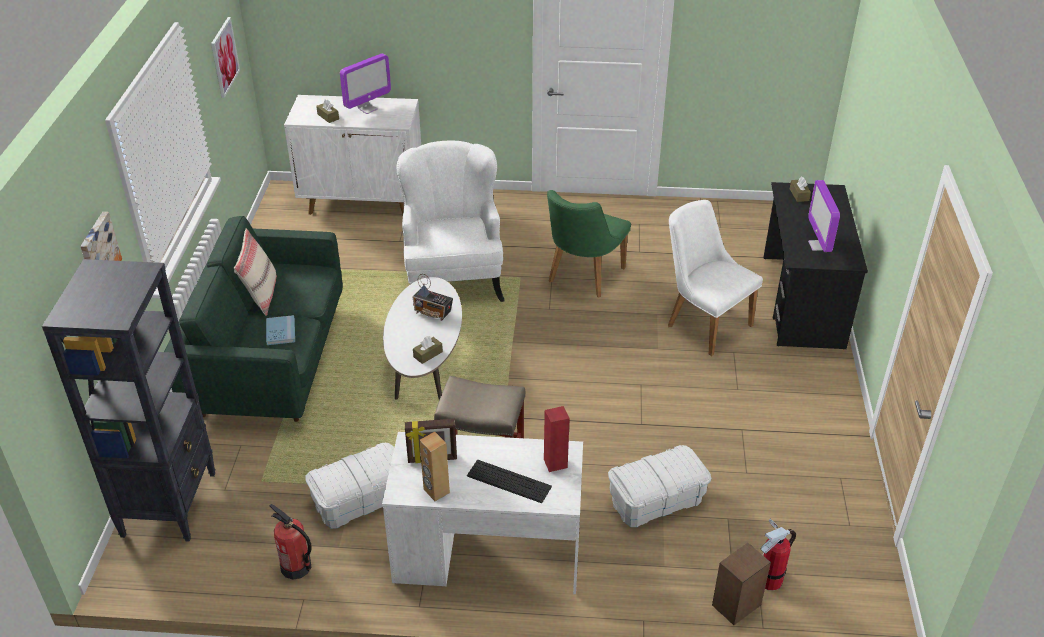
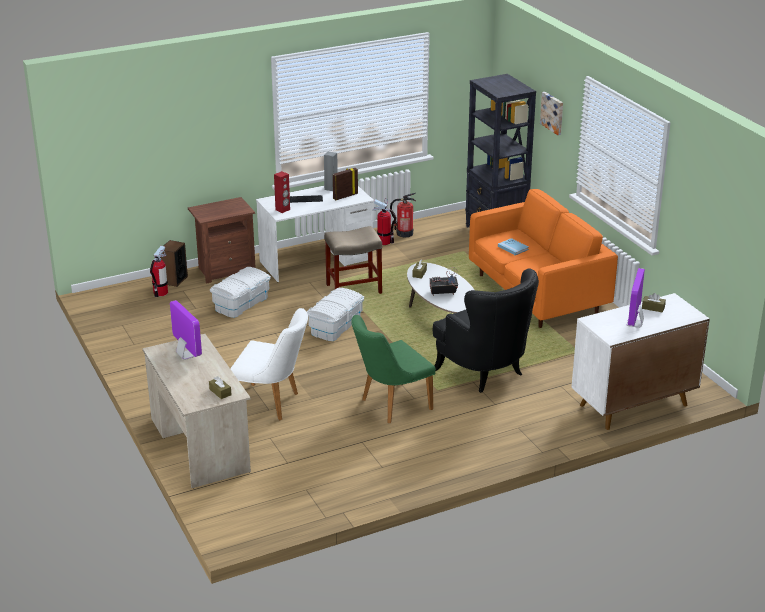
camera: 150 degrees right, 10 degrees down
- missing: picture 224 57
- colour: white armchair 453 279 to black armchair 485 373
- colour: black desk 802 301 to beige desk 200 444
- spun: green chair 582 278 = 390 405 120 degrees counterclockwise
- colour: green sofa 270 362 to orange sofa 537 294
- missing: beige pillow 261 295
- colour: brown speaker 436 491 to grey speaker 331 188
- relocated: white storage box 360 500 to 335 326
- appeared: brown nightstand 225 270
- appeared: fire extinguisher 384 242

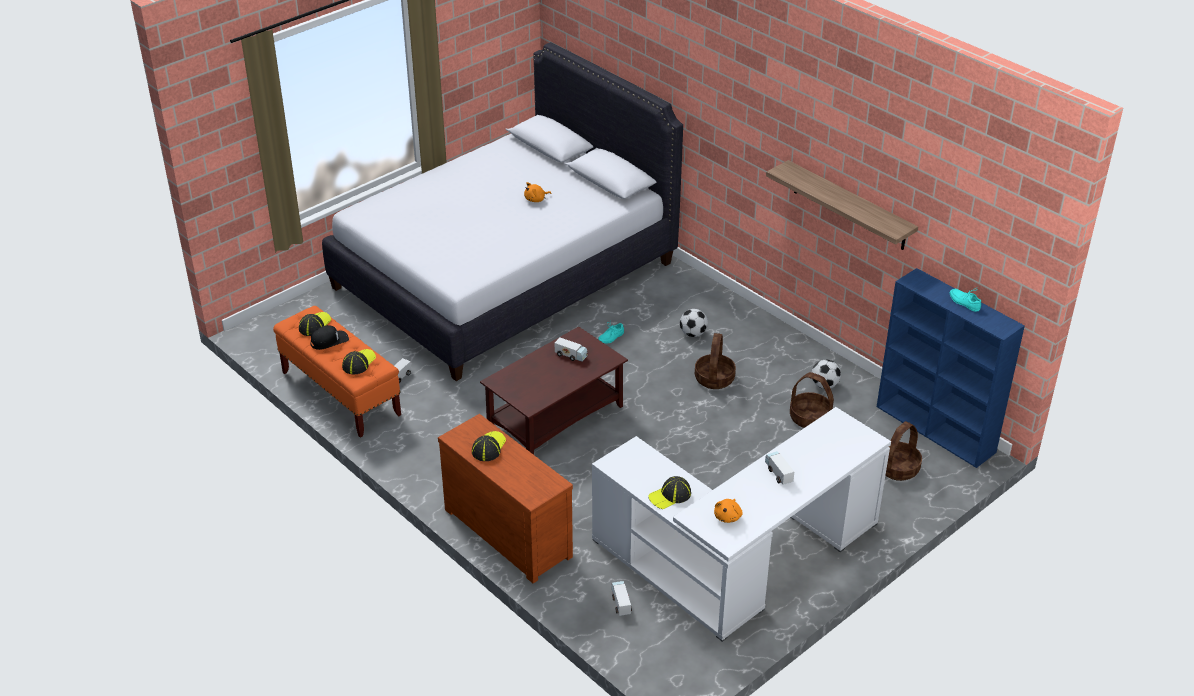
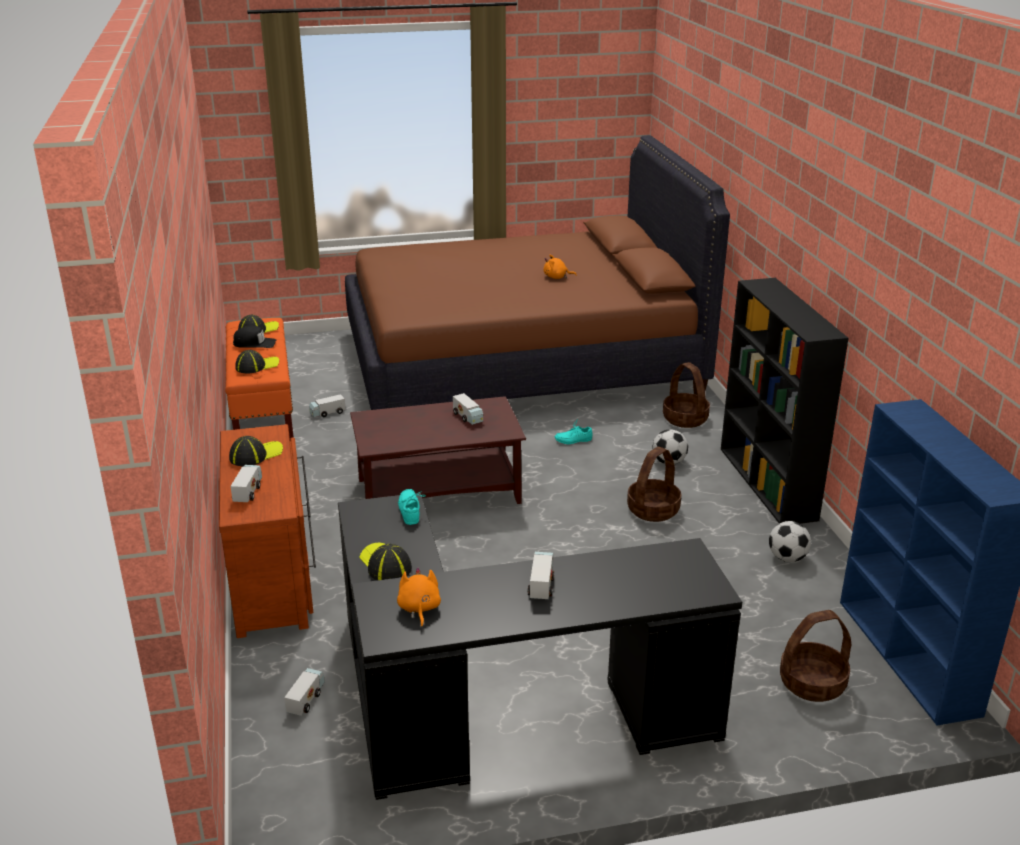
camera: 30 degrees right, 10 degrees down
- colour: white bed 504 274 to brown bed 520 363
- missing: shelf 849 206
- relocated: turquoise shoe 965 302 to 411 511
- relocated: basket 810 418 to 685 419
- colour: white desk 738 559 to black desk 495 708
- spun: cap 670 496 = 385 564 60 degrees clockwise
- spun: orange plush toy 728 516 = 419 609 120 degrees clockwise
- appeared: black bookcase 768 484
- appeared: toy truck 248 491

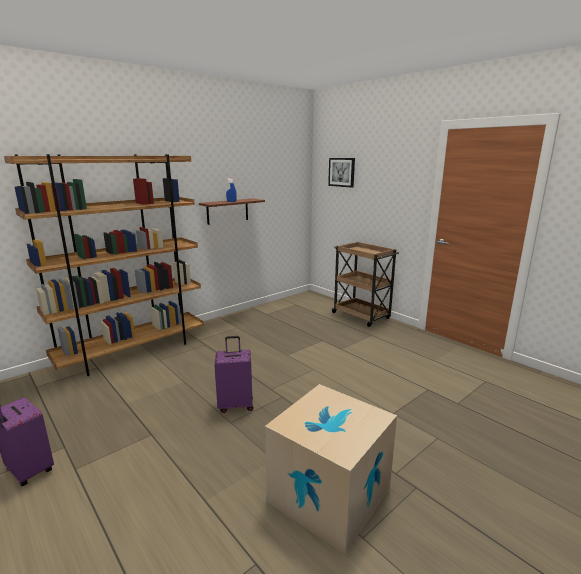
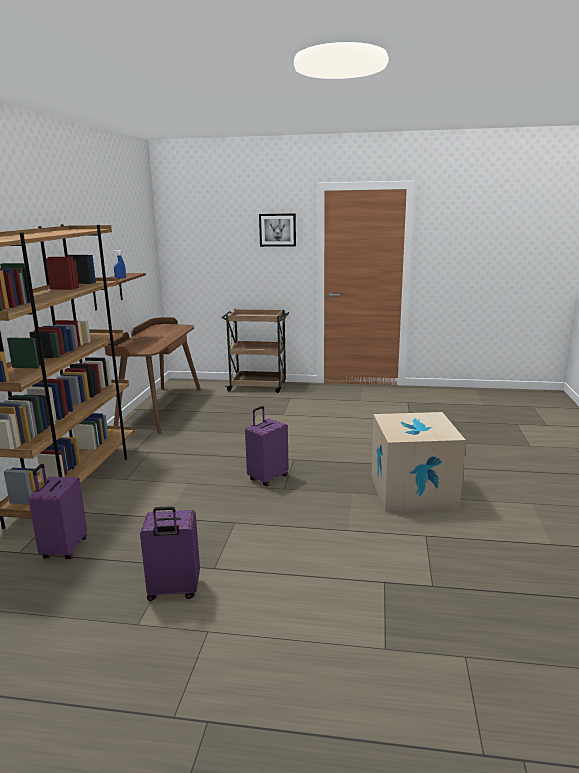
camera: 40 degrees left, 0 degrees up
- relocated: picture 342 172 to 277 230
- appeared: brown desk 159 408
- appeared: purple suitcase 63 549

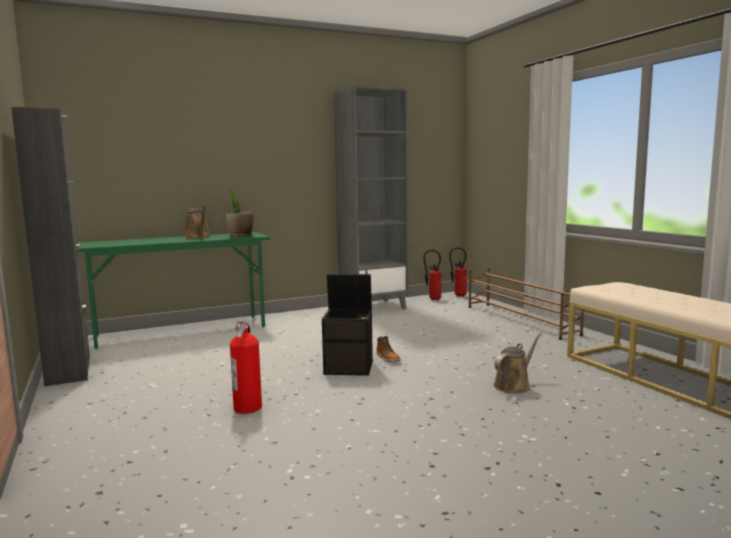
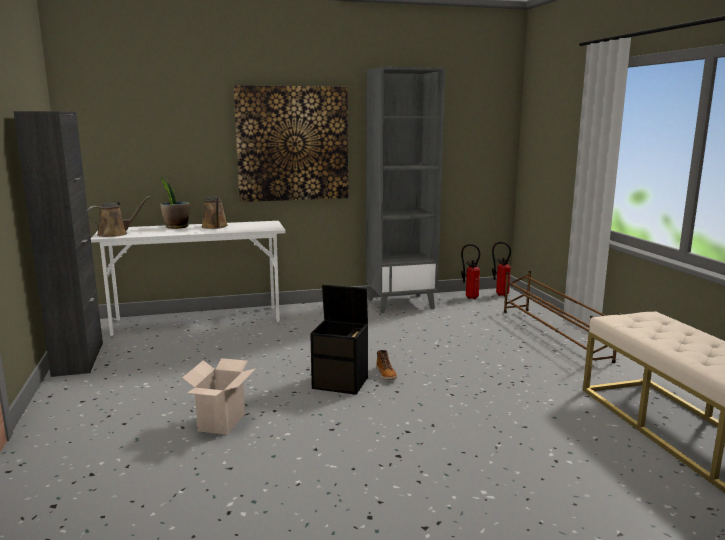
camera: 10 degrees right, 5 degrees up
- relocated: potted plant 240 236 to 176 227
- colour: green desk 182 331 to white desk 198 320
- exchanged: fire extinguisher 248 408 to cardboard box 222 423
- relocated: brown watering can 514 385 to 115 234
- appeared: picture 293 144

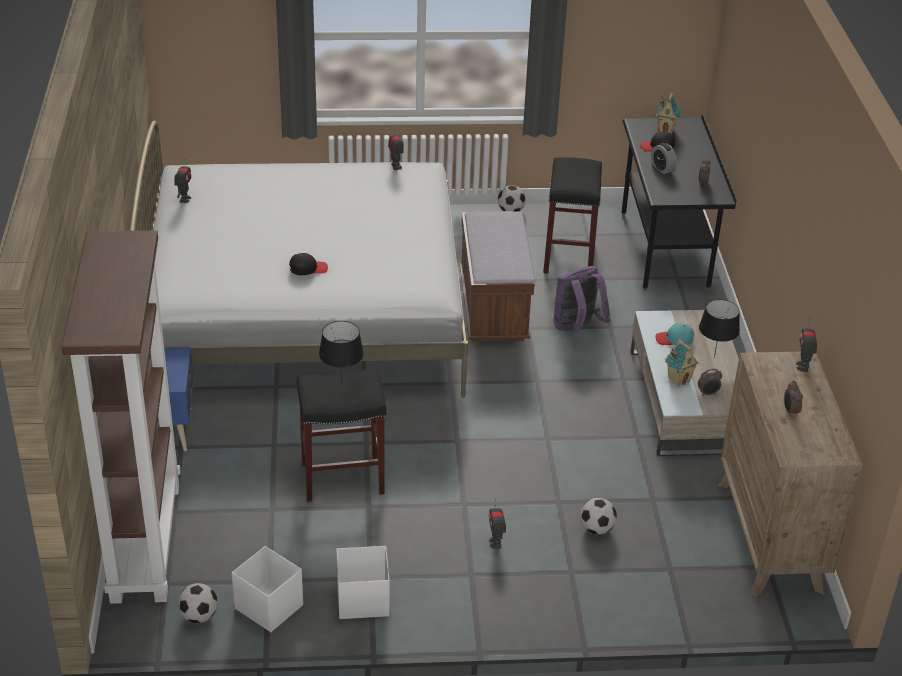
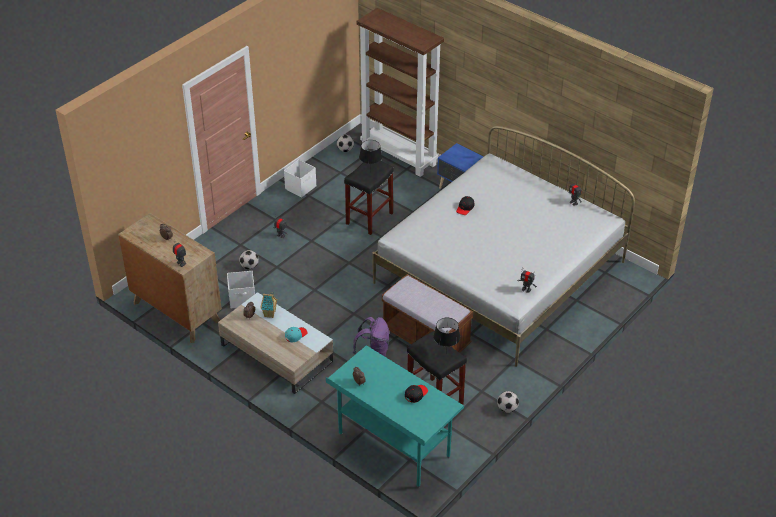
camera: 135 degrees right, 5 degrees up
- missing: toy house 666 131
- colour: black desk 665 251 to turquoise desk 393 446
- missing: alarm clock 662 168
- relocated: black table lamp 714 358 to 445 353
- relocated: white storage box 268 606 to 243 299

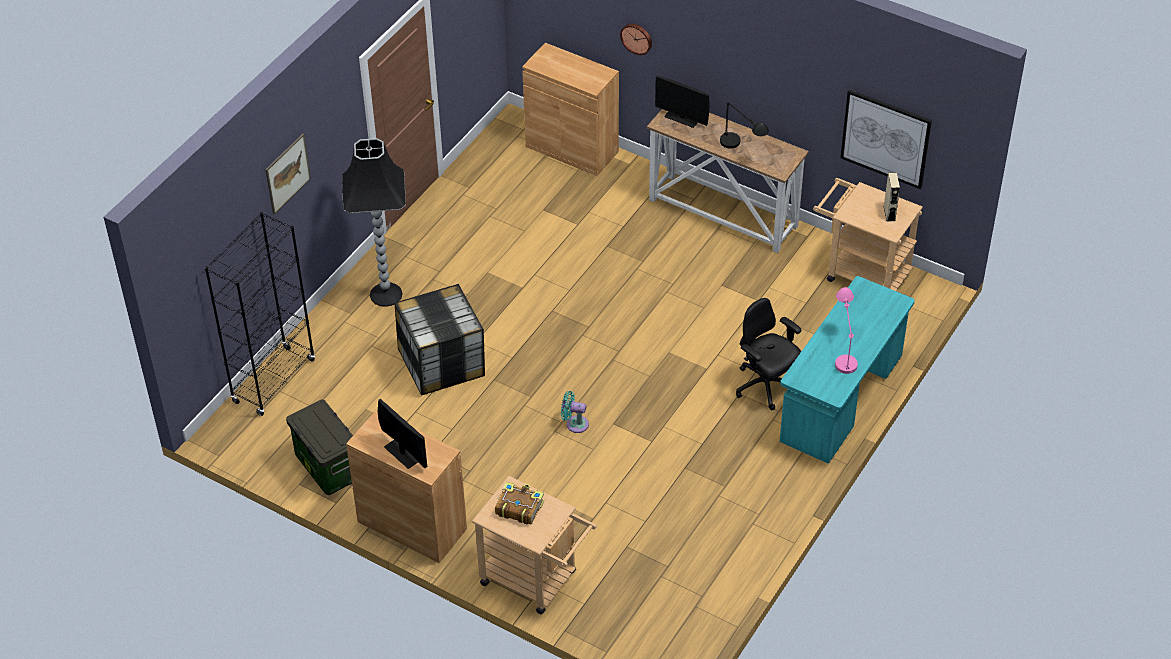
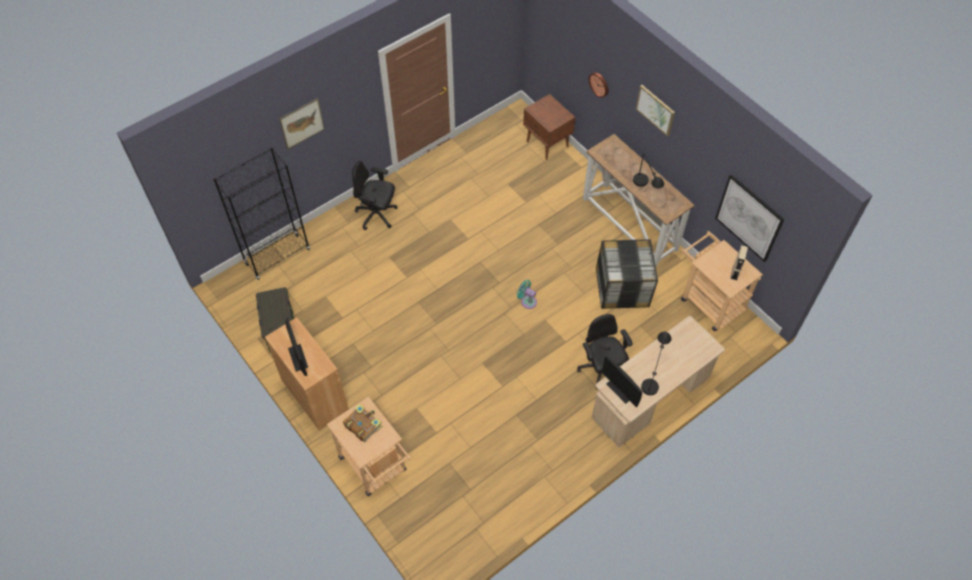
camera: 20 degrees right, 10 degrees up
- exchanged: brown cabinet 572 149 to brown nightstand 547 144
- relocated: monitor 682 118 to 620 390
- exchanged: black floor lamp 385 294 to black office chair 377 215
- colour: turquoise desk 841 400 to beige desk 651 398
- relocated: storage box 442 363 to 622 288
- colour: pink table lamp 843 350 to black table lamp 653 374
- relocated: turquoise fan 575 424 to 527 301
- appeared: picture 655 110

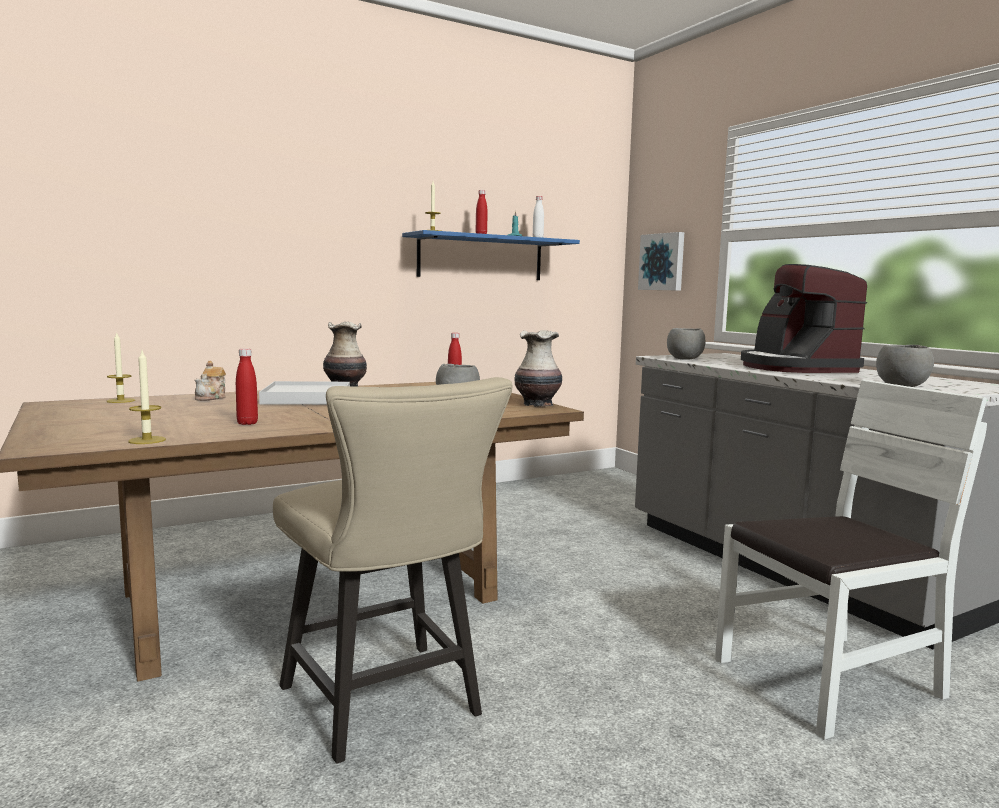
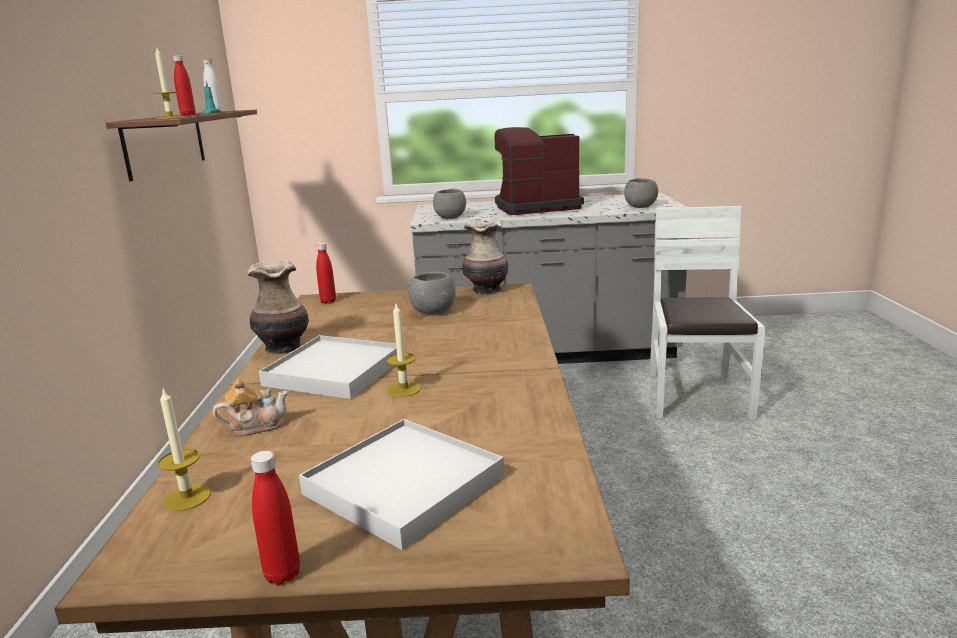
camera: 60 degrees left, 10 degrees up
- colour: blue shelf 481 258 to brown shelf 165 143
- missing: picture 662 262
- spun: coffee machine 794 368 = 535 207 150 degrees clockwise
- relocated: red bottle 247 423 to 282 574
- relocated: candle 147 440 to 404 389
- spun: teapot 211 398 = 255 426 60 degrees counterclockwise
- missing: beige chair 388 707
- appeared: white tray 404 485

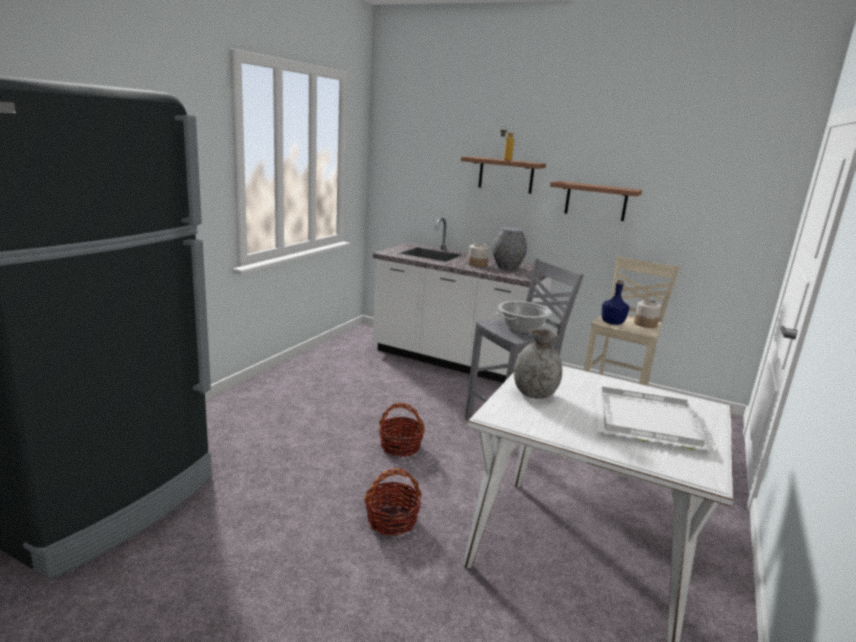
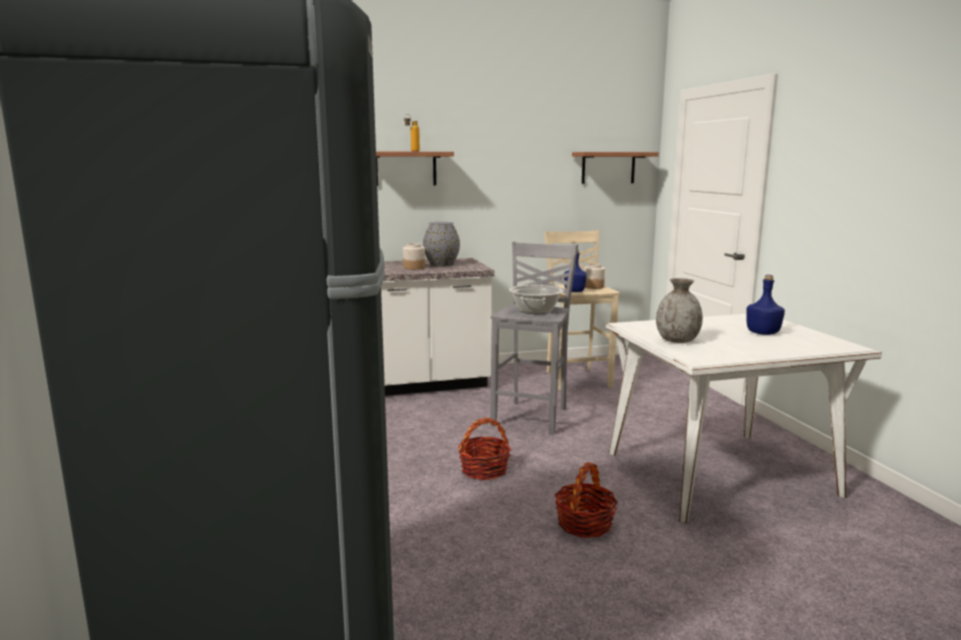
camera: 40 degrees left, 5 degrees down
- relocated: shelf 596 201 to 608 167
- exchanged: white tray 649 422 to blue bottle 763 333

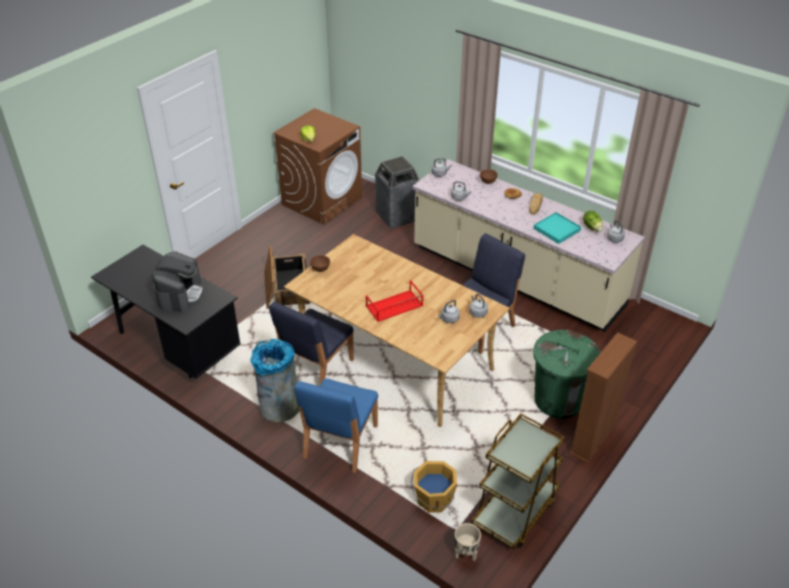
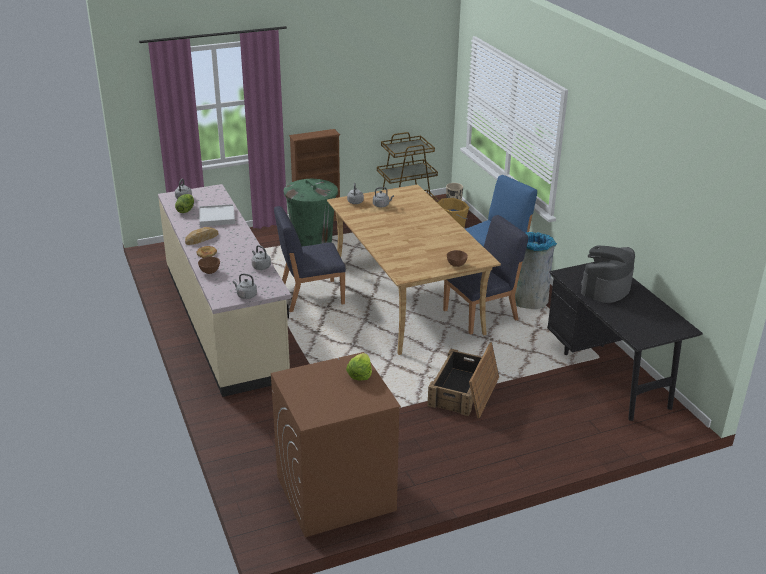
camera: 150 degrees left, 10 degrees down
- missing: trash can 397 216
- colour: turquoise tray 556 230 to white tray 217 217
- missing: red tray 394 306

